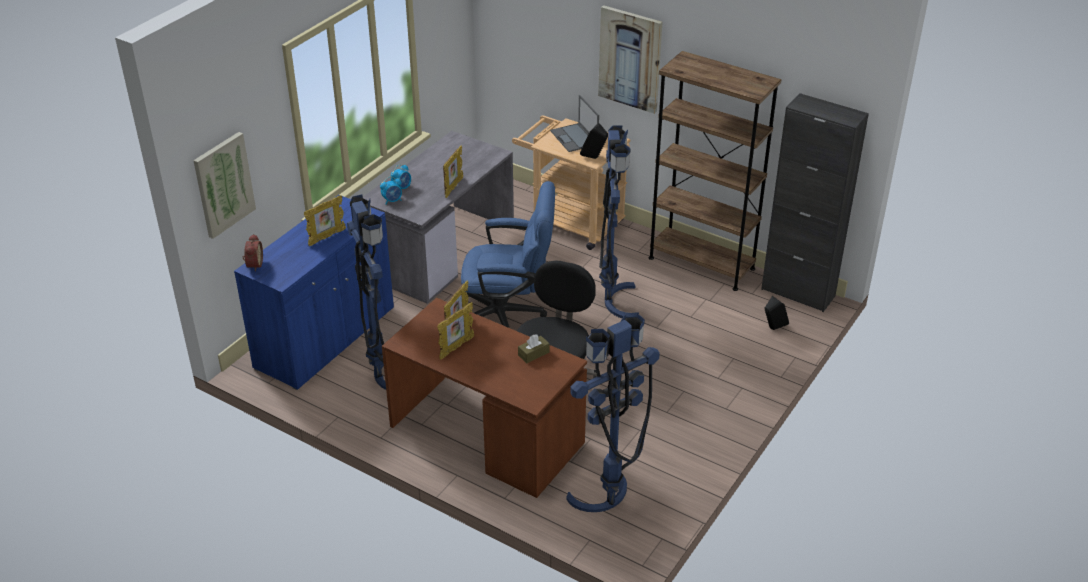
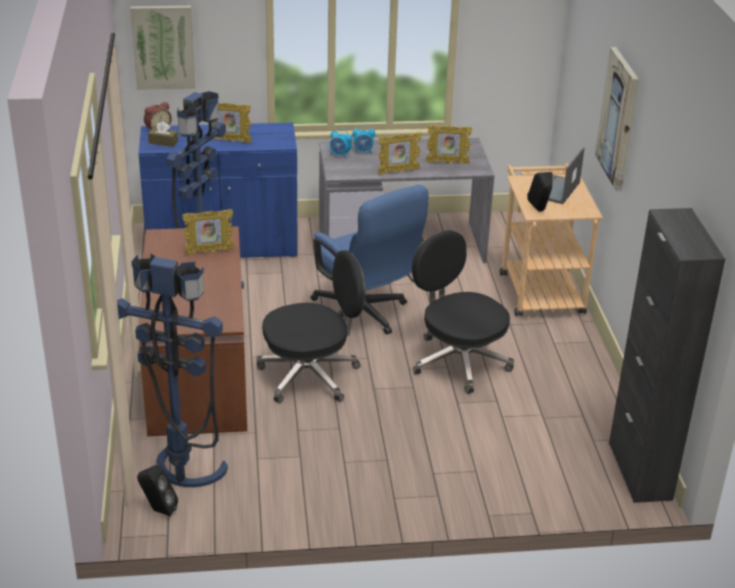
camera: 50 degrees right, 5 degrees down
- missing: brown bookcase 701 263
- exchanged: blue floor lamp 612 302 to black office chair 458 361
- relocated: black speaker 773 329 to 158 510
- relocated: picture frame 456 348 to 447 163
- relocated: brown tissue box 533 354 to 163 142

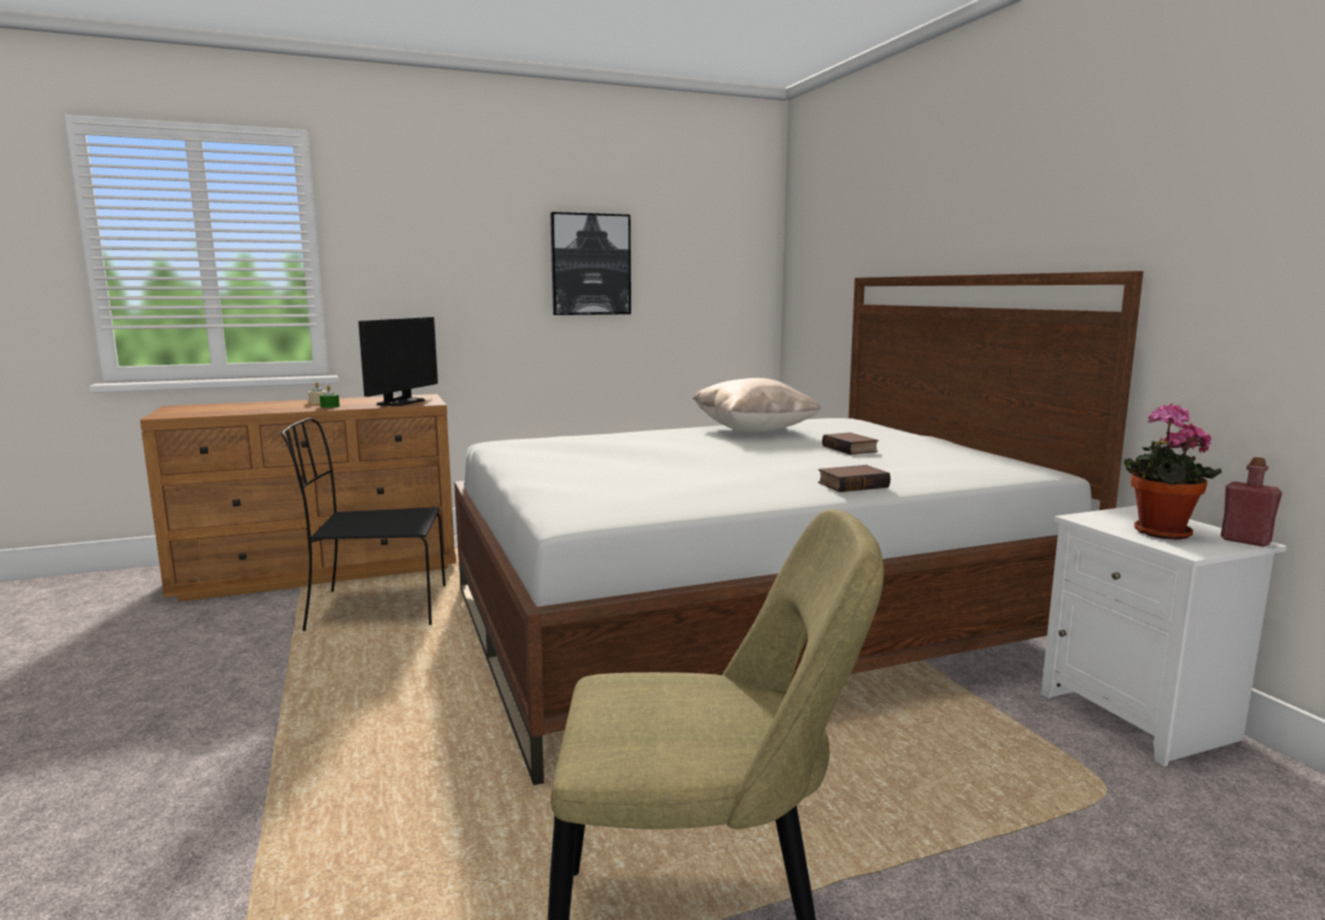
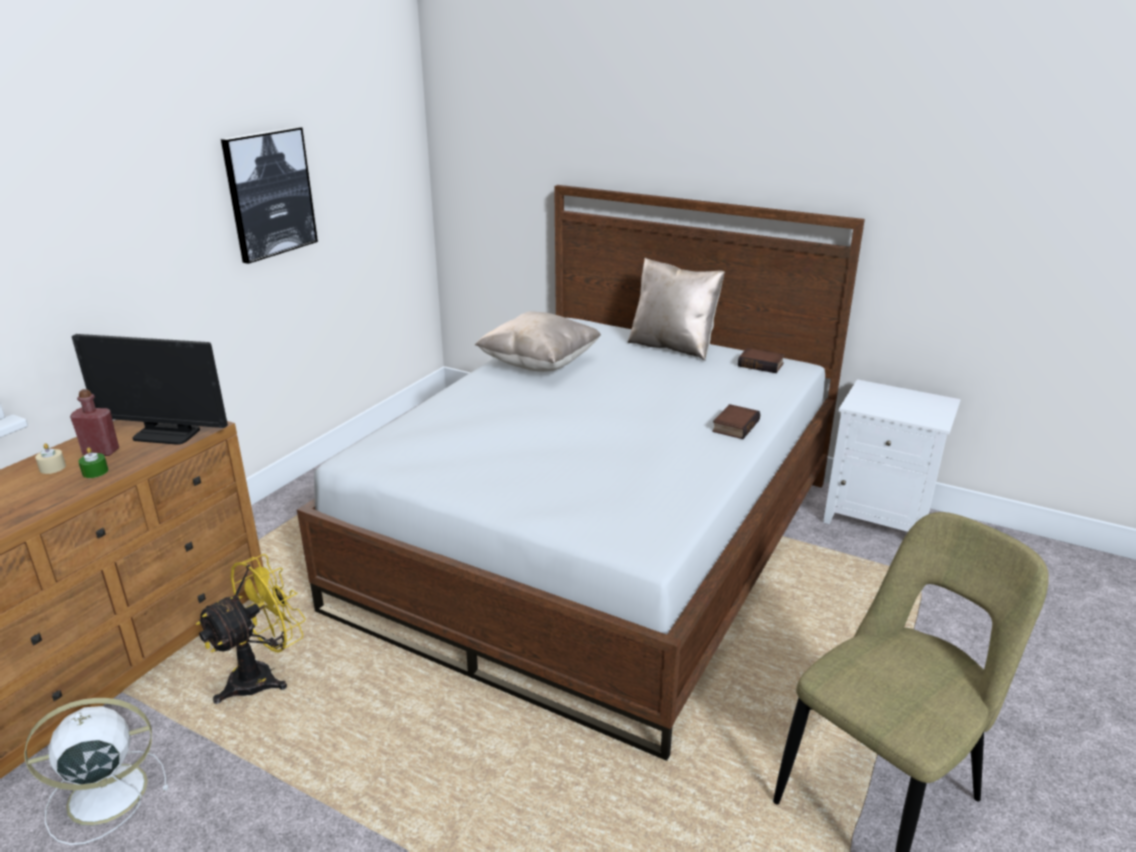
camera: 40 degrees left, 15 degrees up
- spun: monitor 401 402 = 167 434 120 degrees clockwise
- missing: potted plant 1158 533
- exchanged: black chair 374 608 to yellow fan 263 676
- relocated: book 851 449 to 761 364
- relocated: red bottle 1245 541 to 101 451
- appeared: beige pillow 673 347
- appeared: white fan 103 795

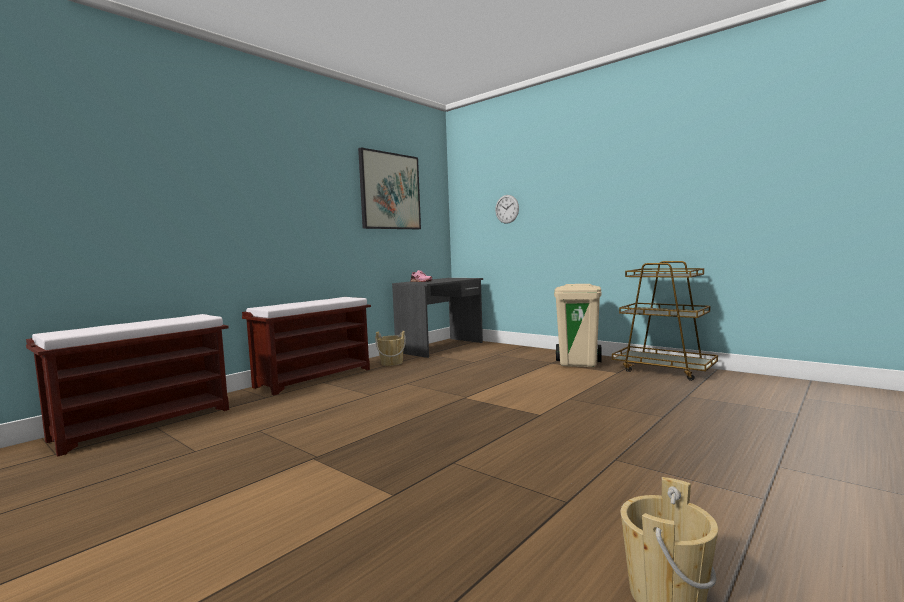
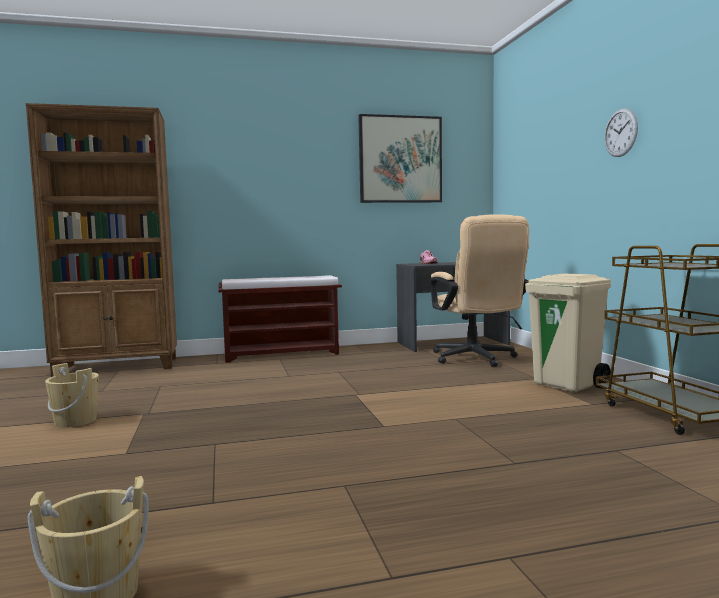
camera: 35 degrees right, 0 degrees up
- relocated: wall clock 507 209 to 620 132
- exchanged: brown bench 146 423 to brown bookcase 118 367
- relocated: beige bucket 391 363 to 75 421
- appeared: beige office chair 476 359

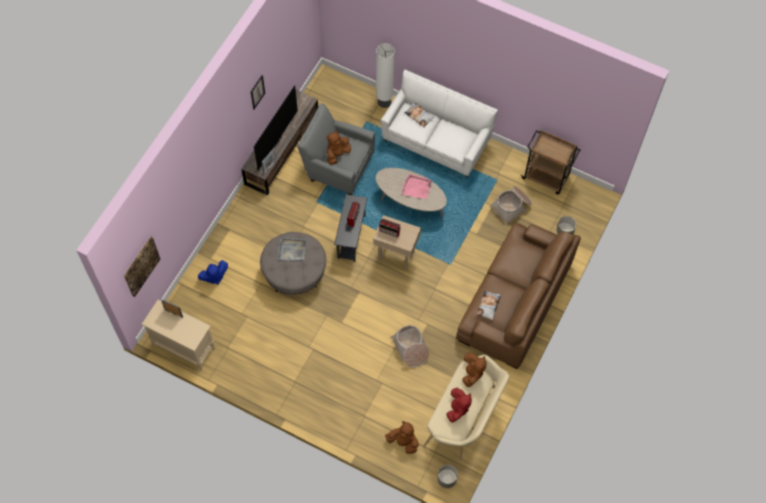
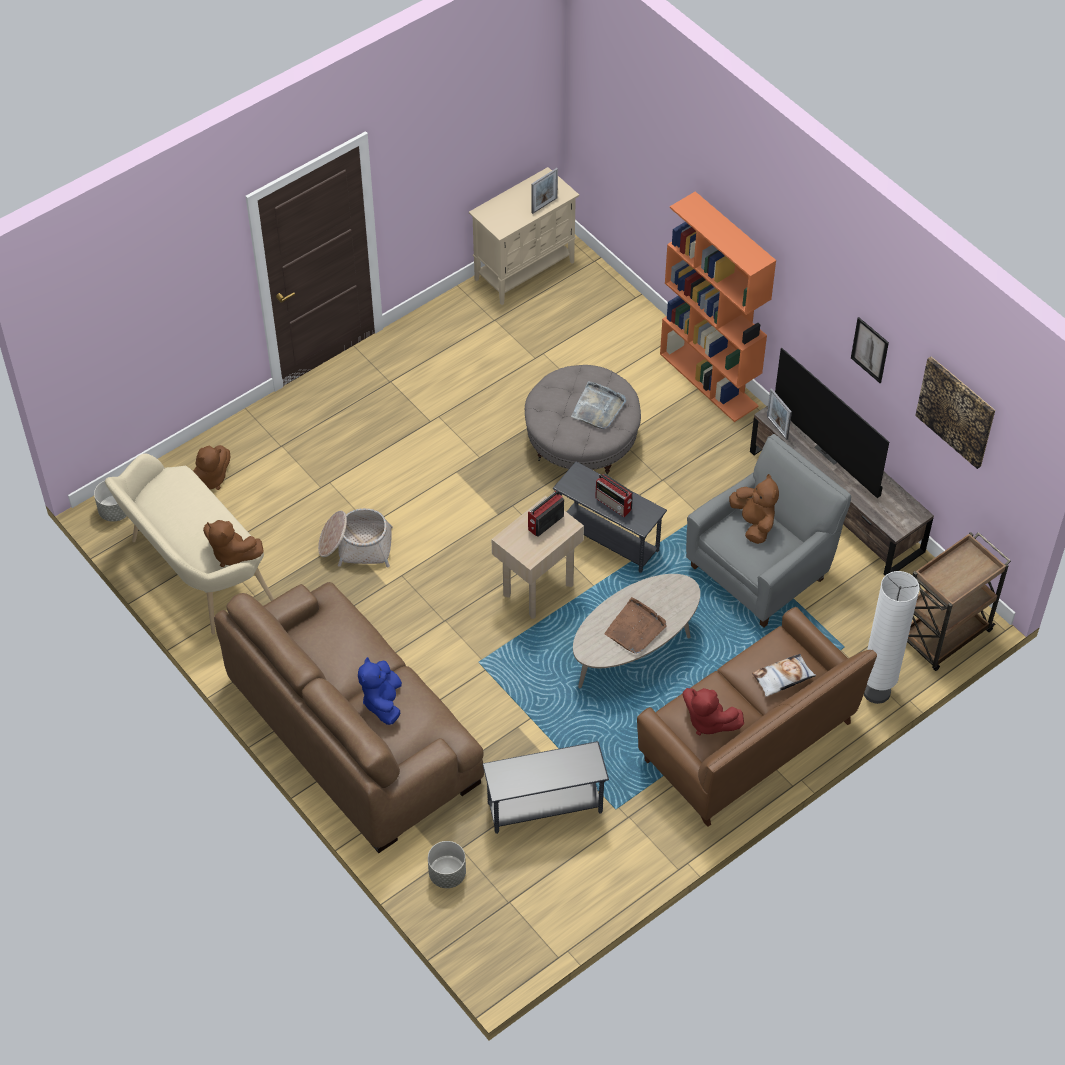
camera: 115 degrees right, 10 degrees down
- colour: white sofa 436 141 to brown sofa 748 742
- relocated: brown cart 546 177 to 943 636
- colour: pink tray 416 187 to brown tray 635 629
- exchanged: basket 512 206 to grey side table 545 808
- relocated: picture 141 266 to 956 411
- relocated: blue plush toy 214 276 to 383 702
- missing: pillow 488 306
- relocated: red plush toy 457 408 to 708 721
- appeared: orange bookcase 709 380

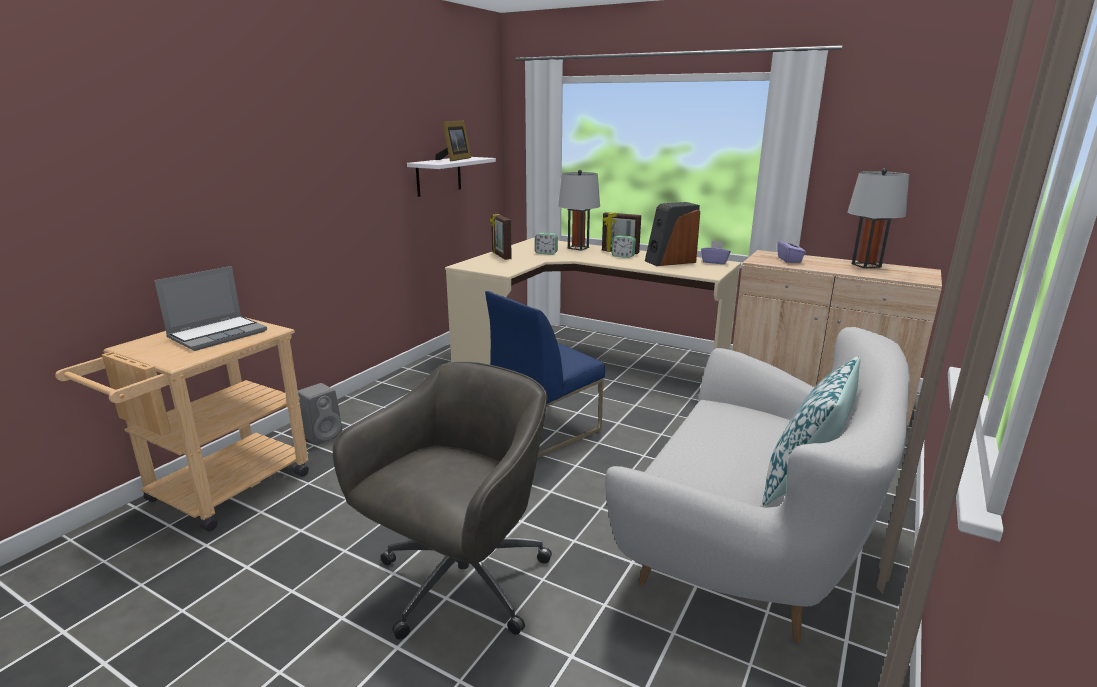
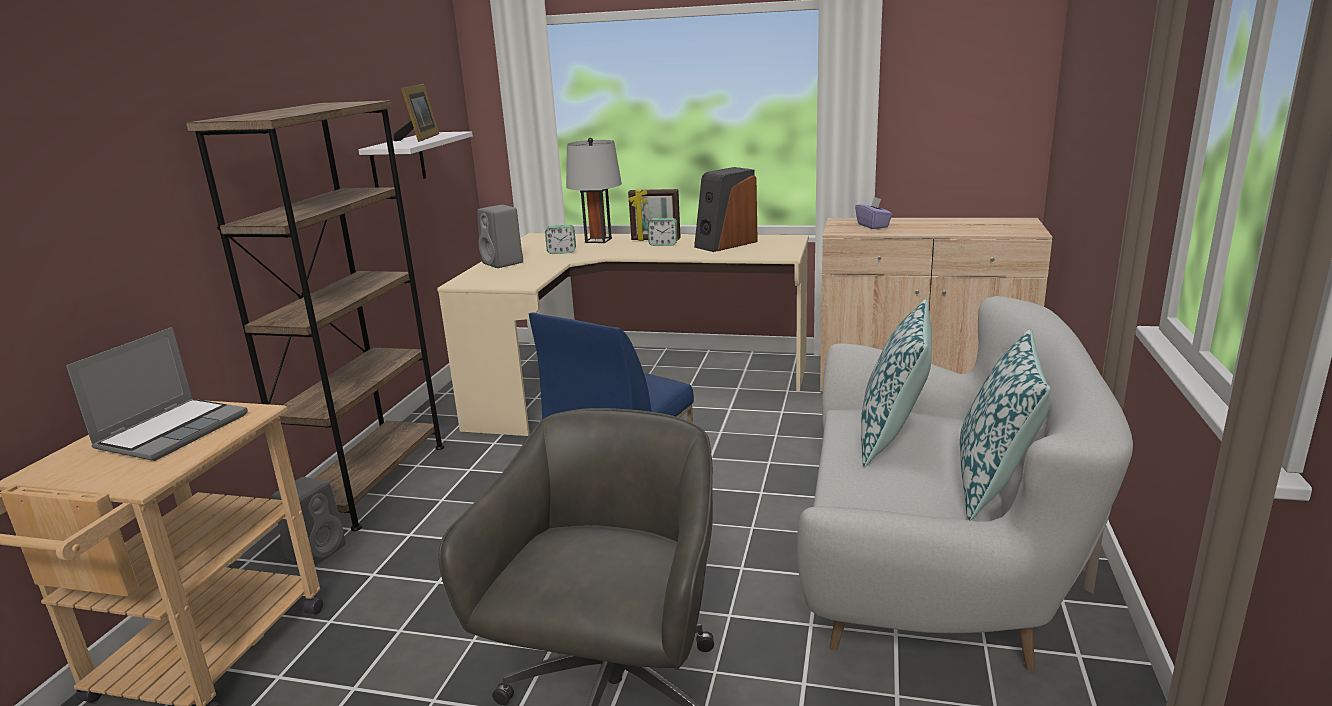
camera: 15 degrees left, 0 degrees up
- missing: grey table lamp 866 265
- exchanged: picture frame 501 256 to grey speaker 503 263
- missing: purple tissue box 714 262
- appeared: brown bookcase 372 482
- appeared: pillow 893 437

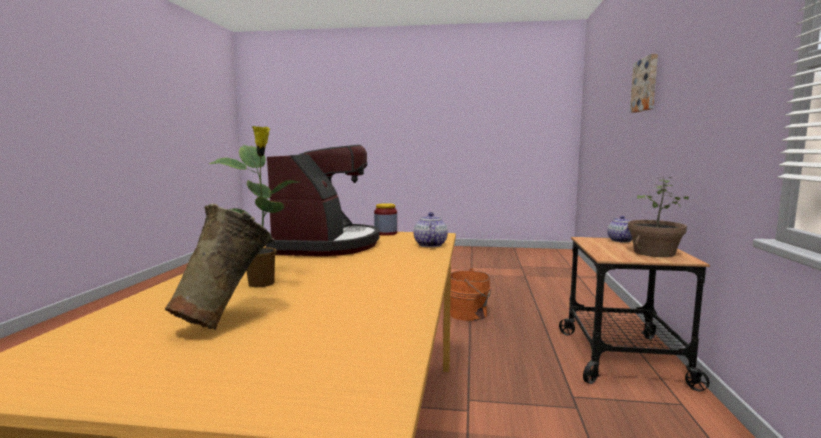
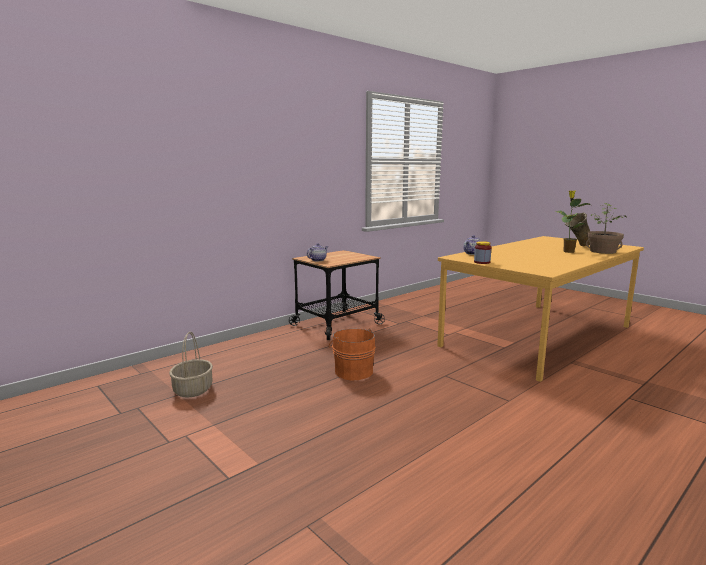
camera: 140 degrees left, 5 degrees up
- missing: picture 646 85
- missing: coffee machine 326 245
- relocated: potted plant 653 252 to 602 251
- appeared: basket 193 390

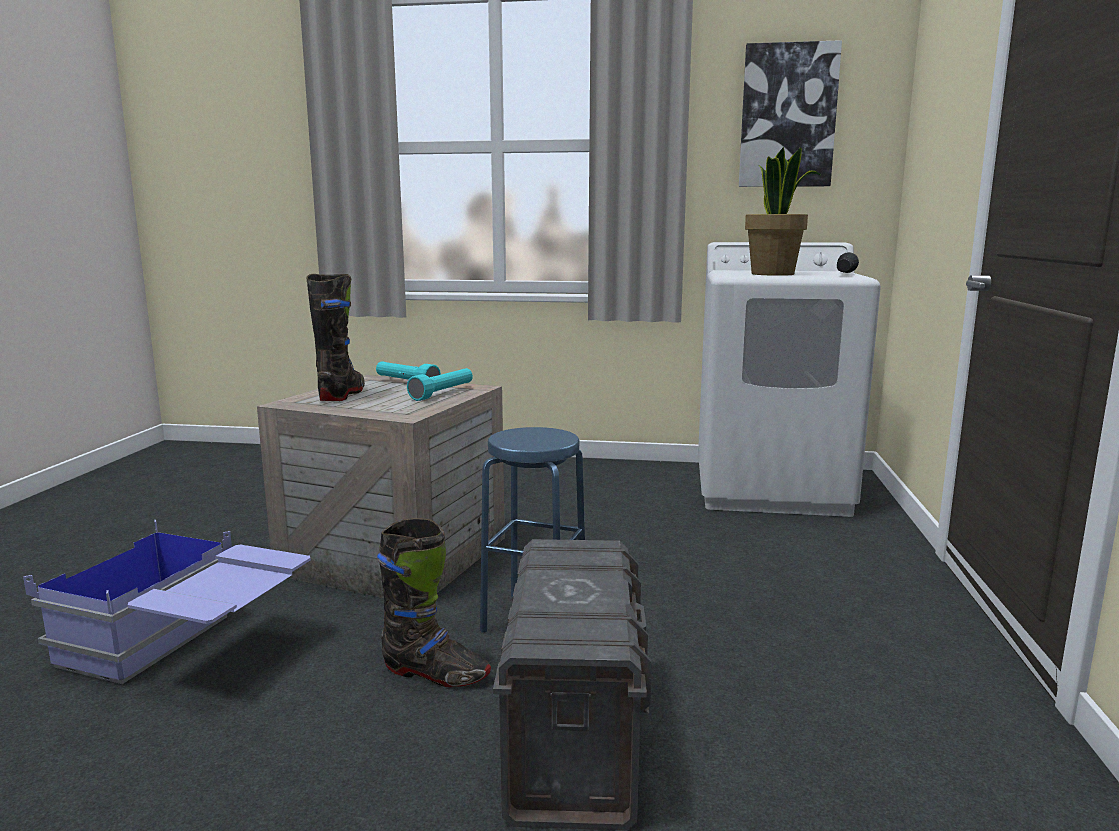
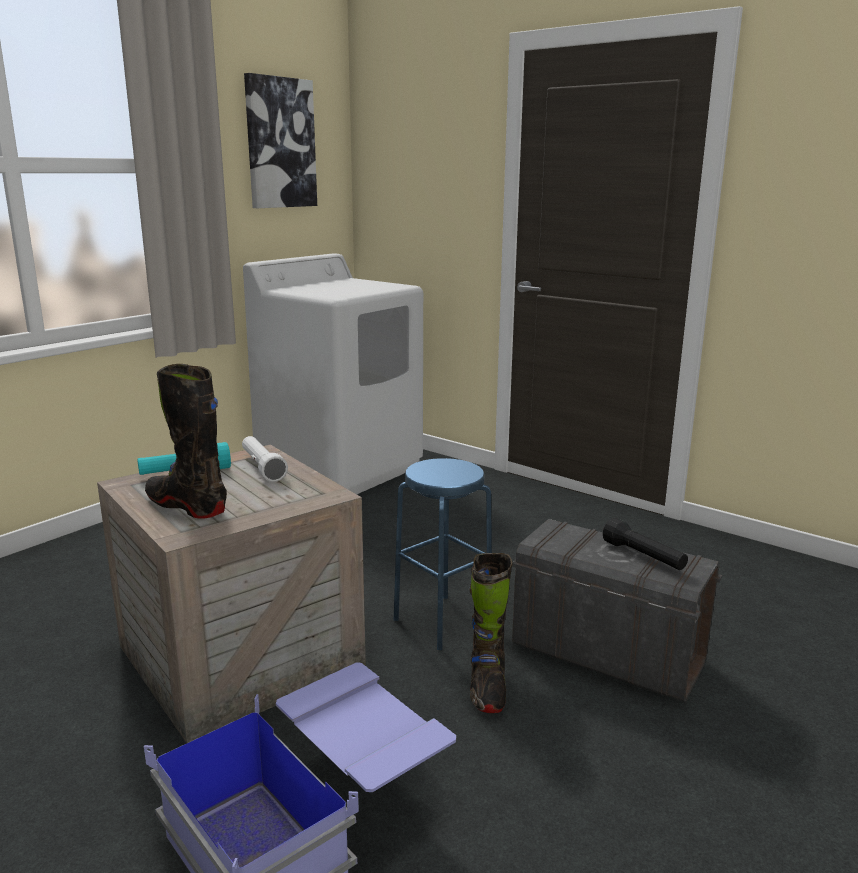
camera: 60 degrees left, 5 degrees up
- missing: potted plant 773 274
- relocated: black flashlight 845 274 to 644 557
- colour: turquoise flashlight 443 393 to white flashlight 262 467
- spun: black boot 435 674 = 487 687 135 degrees clockwise

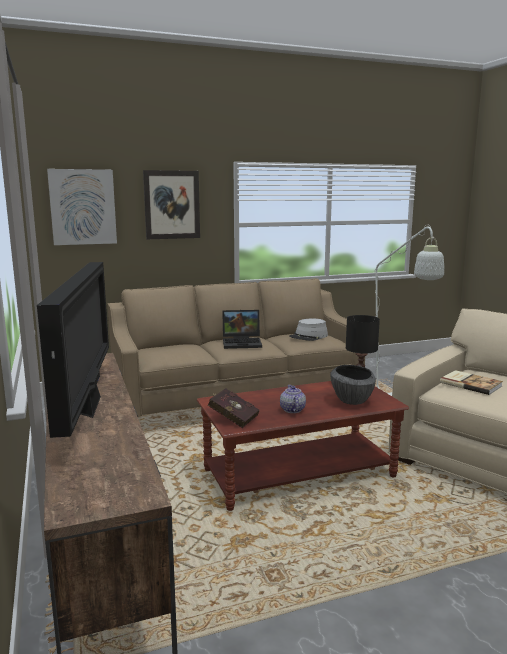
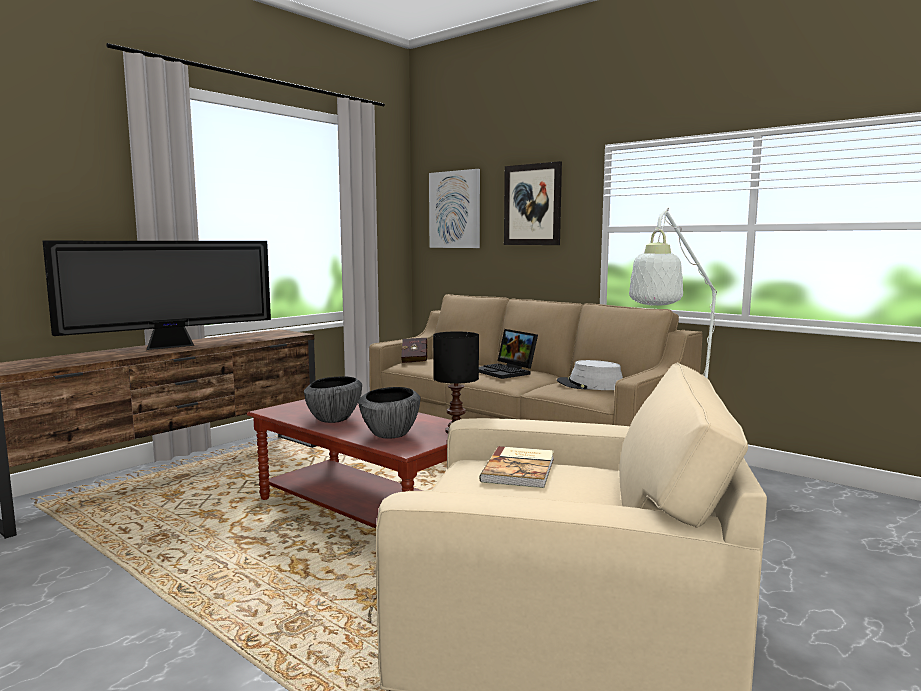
camera: 60 degrees right, 5 degrees down
- exchanged: teapot 292 410 to bowl 333 419
- relocated: red book 232 418 to 415 359

